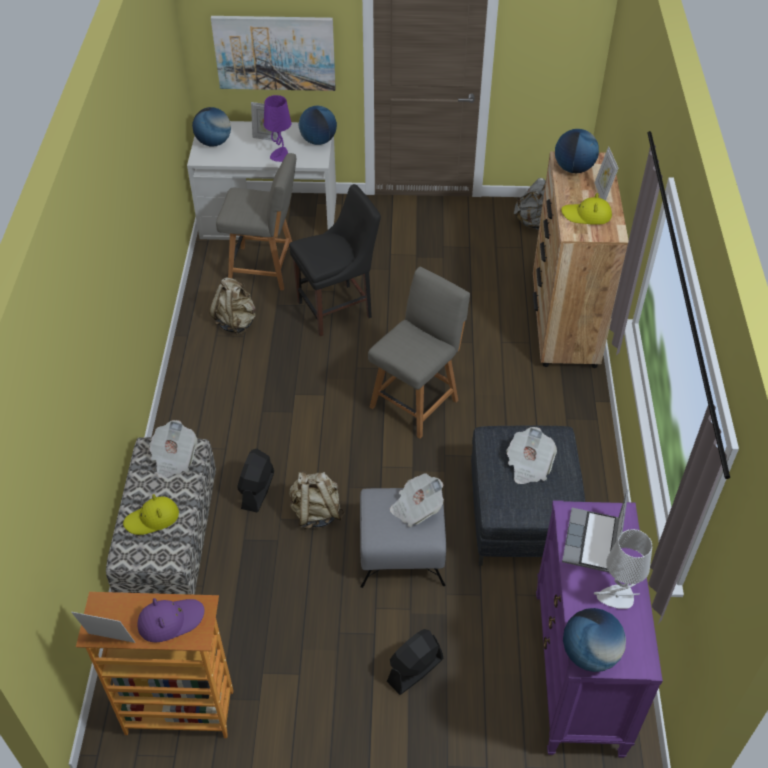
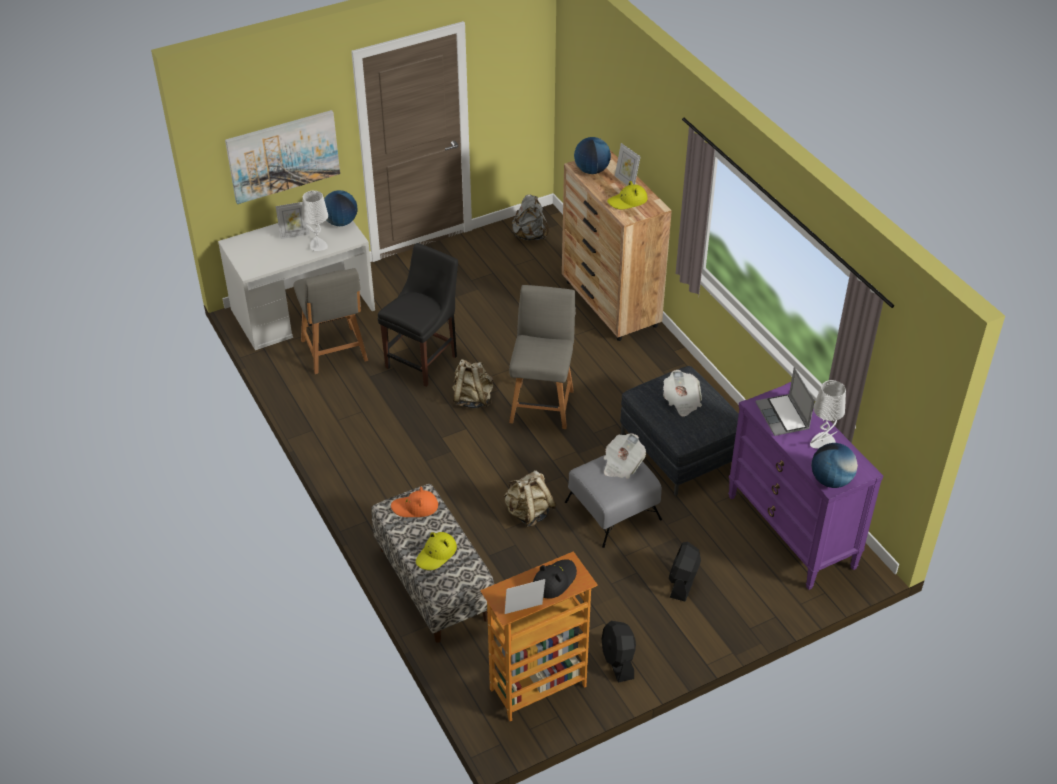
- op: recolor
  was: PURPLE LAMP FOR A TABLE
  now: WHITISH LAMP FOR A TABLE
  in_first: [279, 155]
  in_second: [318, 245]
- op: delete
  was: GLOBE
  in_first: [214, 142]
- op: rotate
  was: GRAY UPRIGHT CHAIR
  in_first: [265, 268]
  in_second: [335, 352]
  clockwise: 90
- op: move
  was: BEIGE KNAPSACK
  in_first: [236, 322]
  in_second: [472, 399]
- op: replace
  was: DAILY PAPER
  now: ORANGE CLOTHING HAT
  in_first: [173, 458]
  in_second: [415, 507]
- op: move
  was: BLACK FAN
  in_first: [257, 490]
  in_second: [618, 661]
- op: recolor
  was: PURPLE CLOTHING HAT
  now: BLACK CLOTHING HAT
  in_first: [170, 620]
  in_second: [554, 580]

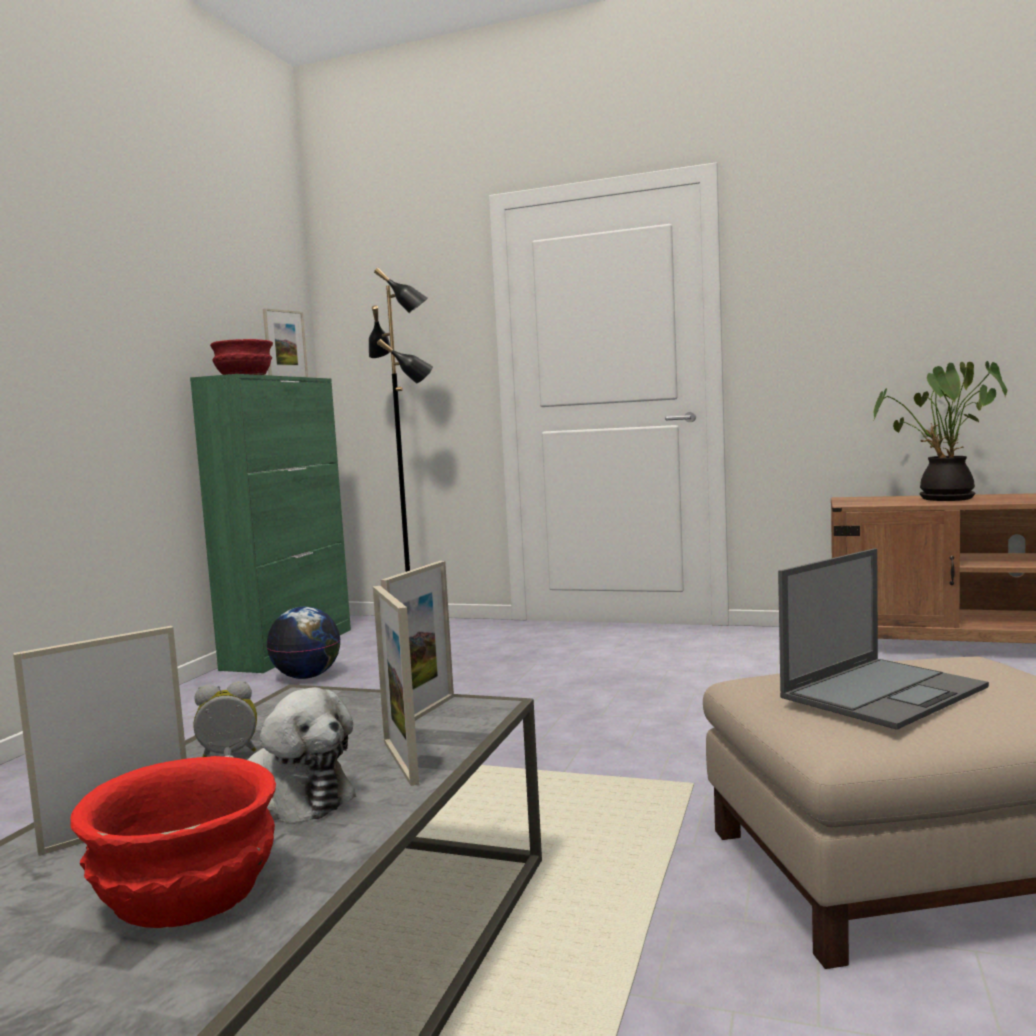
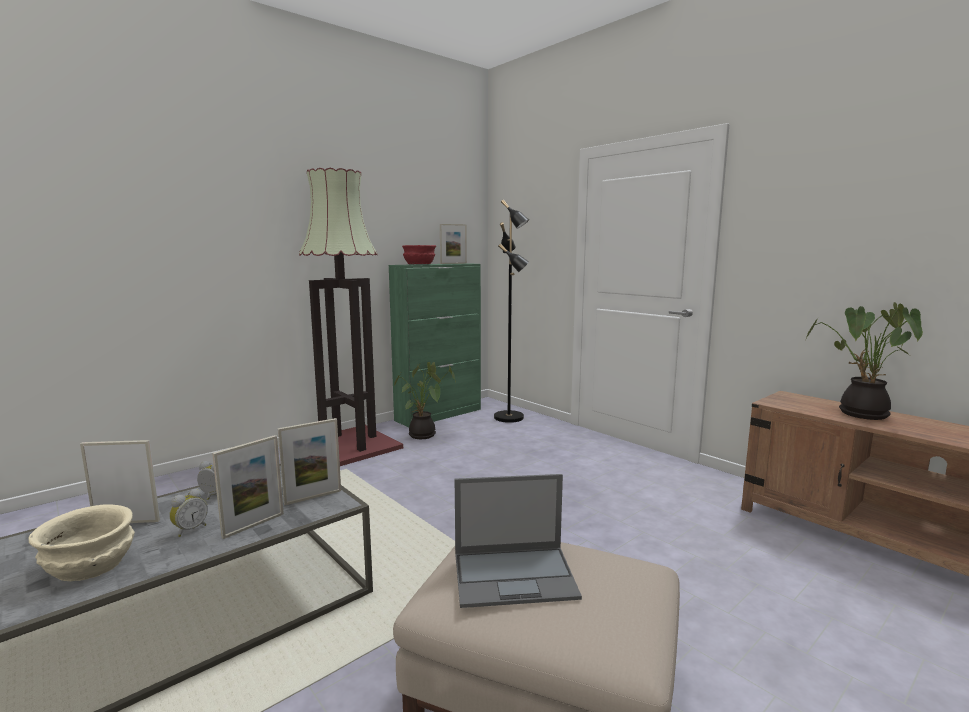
- op: rotate
  was: STANDING FRAME
  in_first: [400, 762]
  in_second: [253, 525]
  clockwise: -150
- op: replace
  was: GLOBE
  now: POTTED PLANT
  in_first: [307, 677]
  in_second: [424, 436]
- op: replace
  was: PLUSH TOY
  now: ALARM CLOCK
  in_first: [289, 798]
  in_second: [190, 529]
- op: recolor
  was: REDDISH BOWL
  now: BEIGE BOWL
  in_first: [187, 892]
  in_second: [91, 564]
- op: insert
  now: STANDARD LAMP
  in_second: [349, 446]

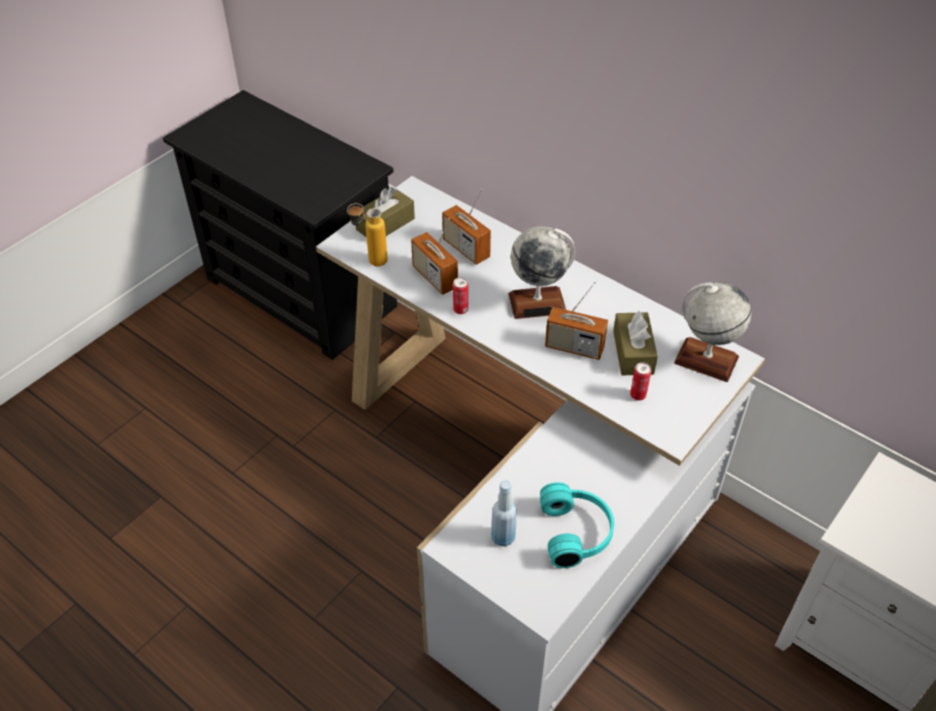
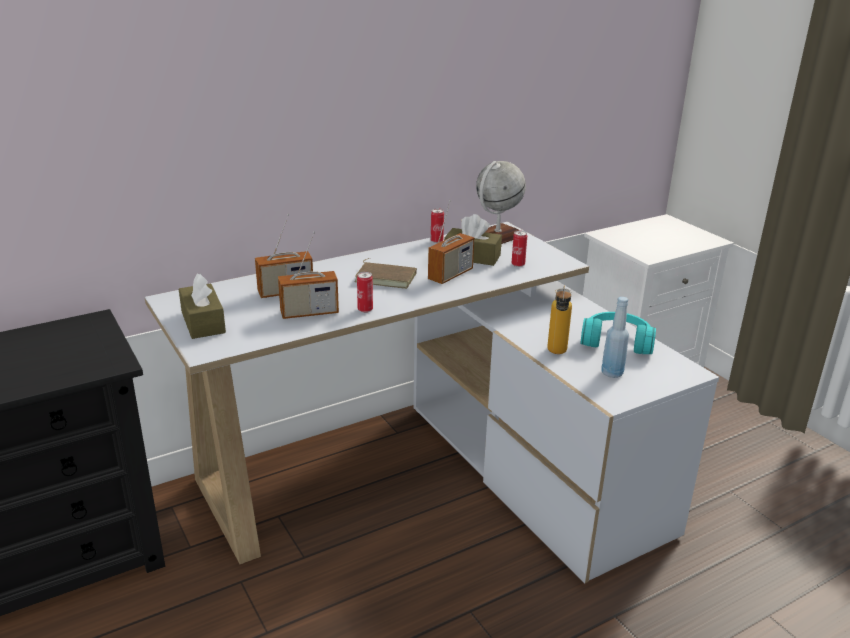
- op: move
  was: BEVERAGE BOTTLE
  in_first: [370, 262]
  in_second: [556, 354]
- op: replace
  was: GLOBE
  now: BROWNISH VOLUME
  in_first: [537, 303]
  in_second: [386, 277]
- op: insert
  now: CAN
  in_second: [436, 241]

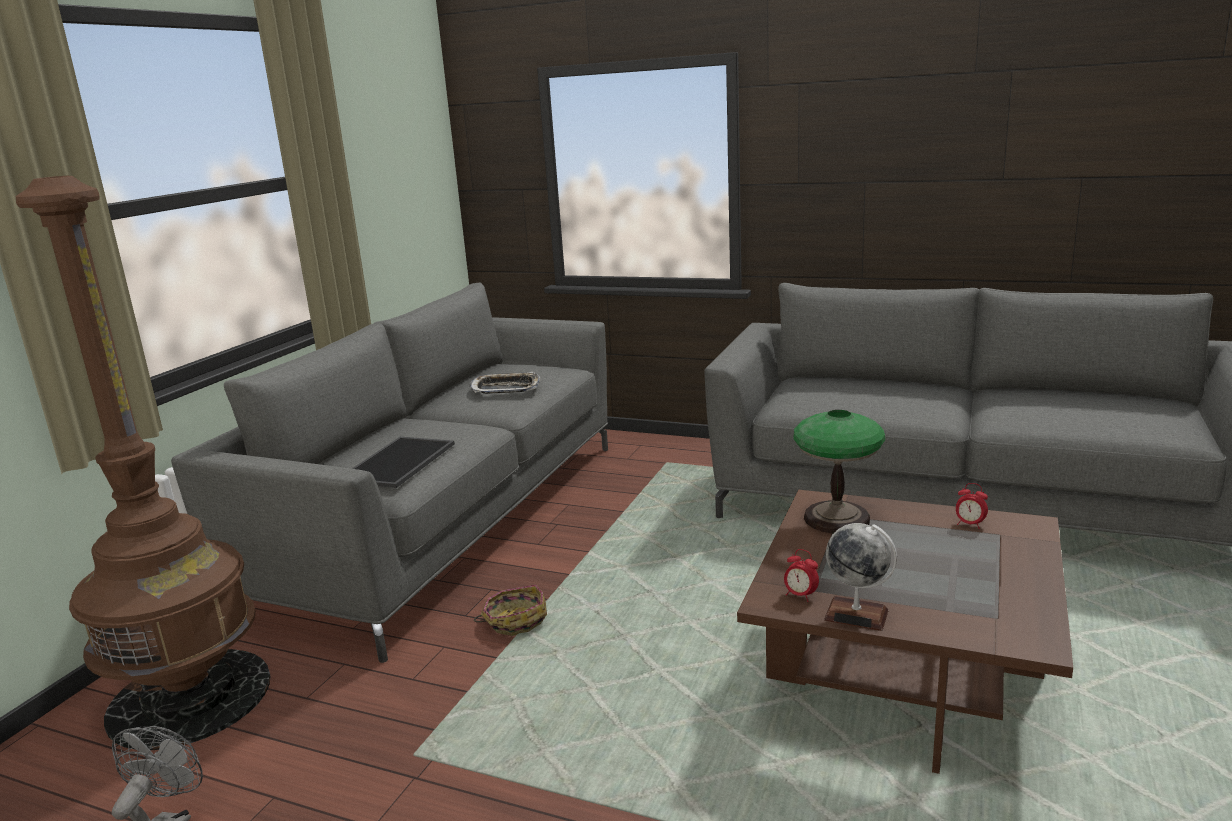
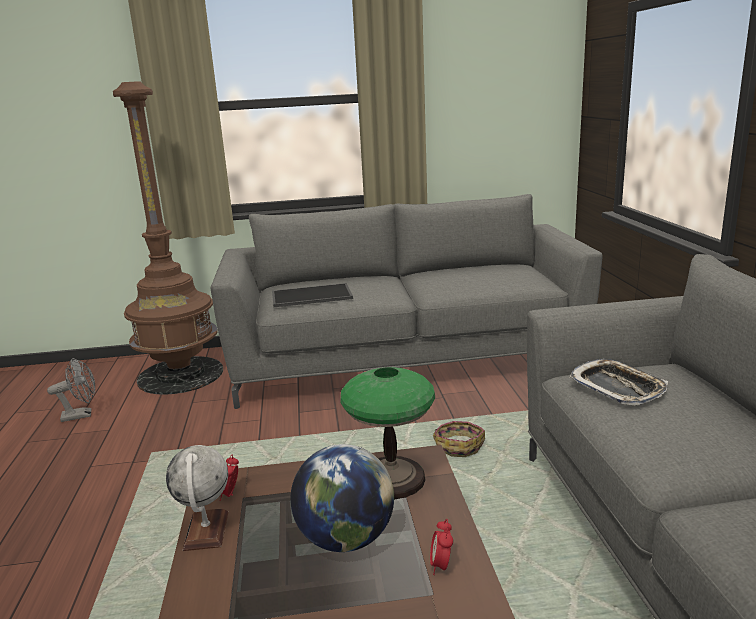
- op: move
  was: SERVING TRAY
  in_first: [505, 388]
  in_second: [617, 387]
- op: move
  was: BASKET
  in_first: [515, 621]
  in_second: [459, 446]
- op: insert
  now: GLOBE
  in_second: [346, 539]

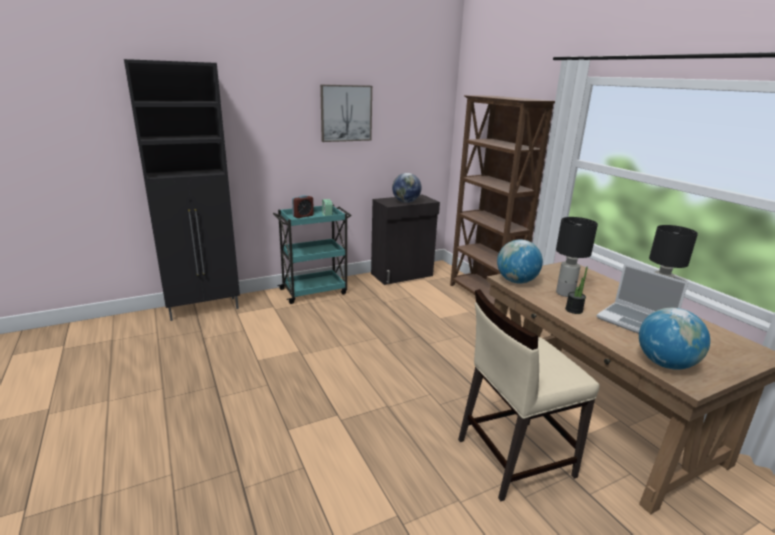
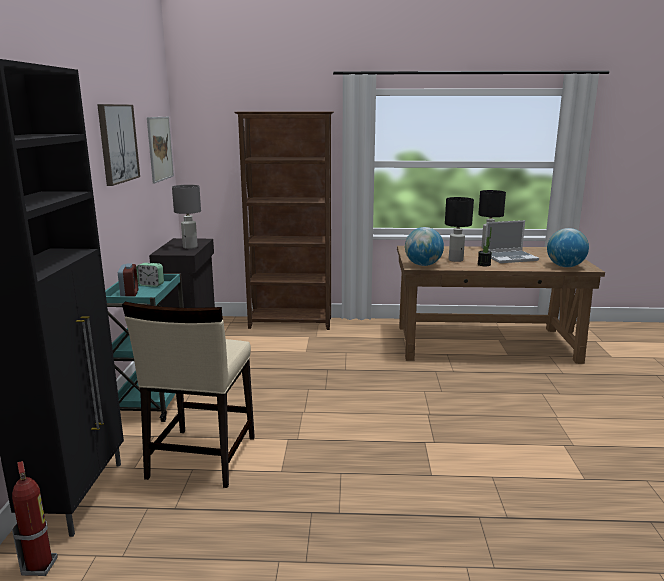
- op: replace
  was: GLOBE
  now: GRAY LAMP FOR A TABLE
  in_first: [406, 202]
  in_second: [190, 247]
- op: move
  was: BEIGE UPRIGHT CHAIR
  in_first: [513, 457]
  in_second: [201, 457]
- op: insert
  now: PICTURE
  in_second: [160, 148]
- op: insert
  now: FIRE EXTINGUISHER
  in_second: [40, 566]

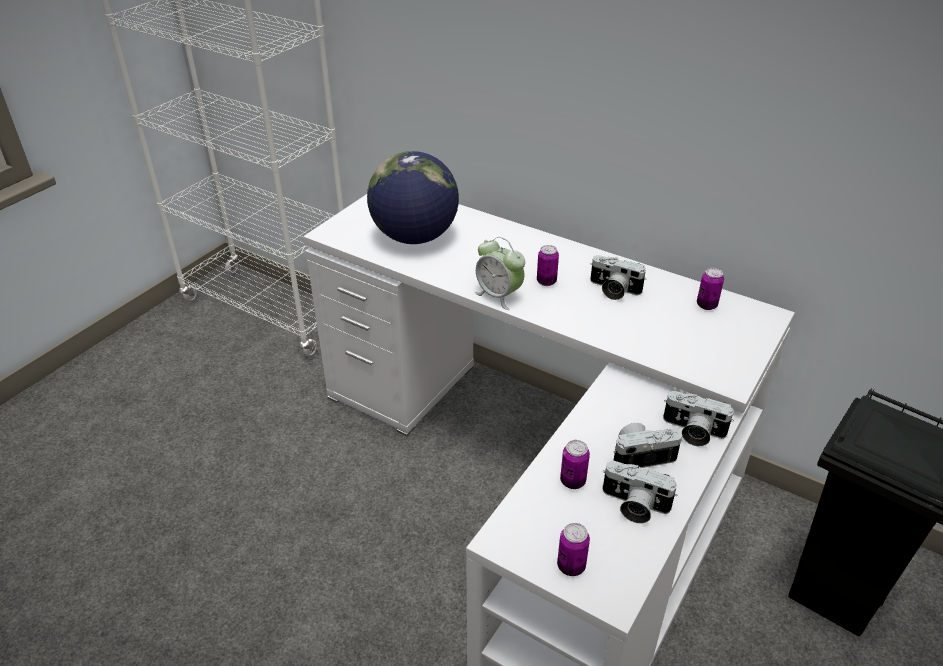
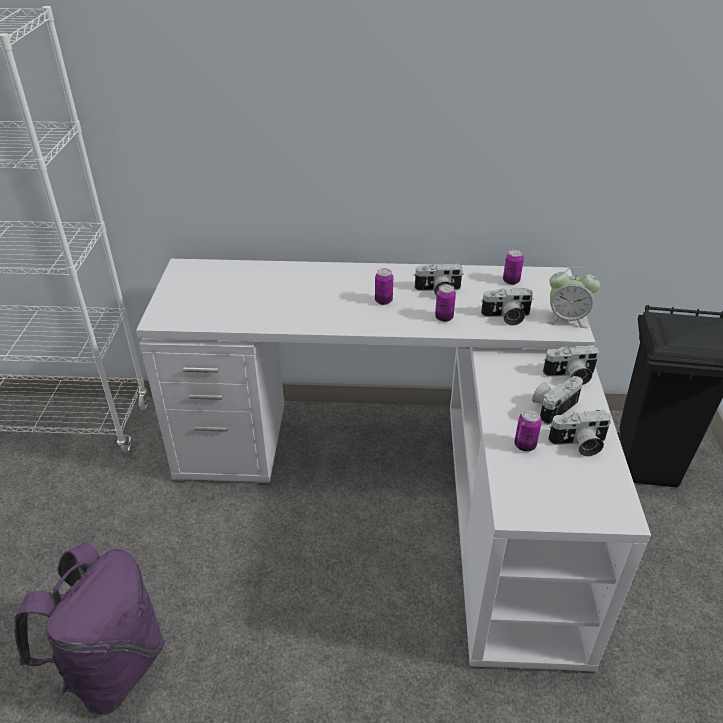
- op: delete
  was: GLOBE
  in_first: [415, 237]
- op: move
  was: ALARM CLOCK
  in_first: [499, 295]
  in_second: [566, 319]
- op: move
  was: CAN
  in_first: [571, 566]
  in_second: [444, 317]
- op: insert
  now: PHOTO CAMERA
  in_second: [506, 317]
- op: insert
  now: PURPLE KNAPSACK
  in_second: [111, 668]

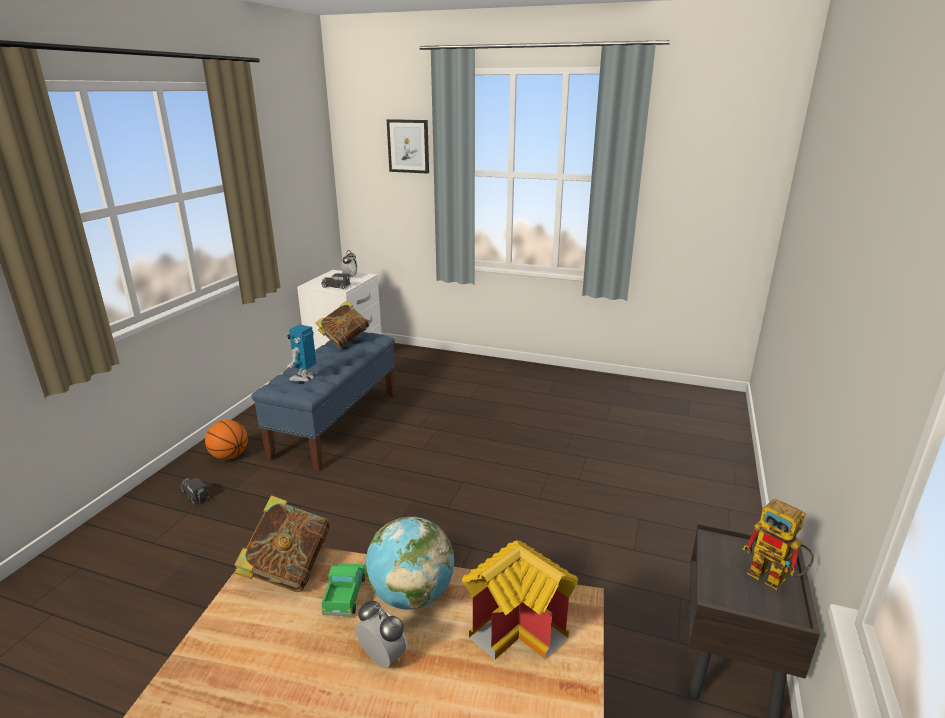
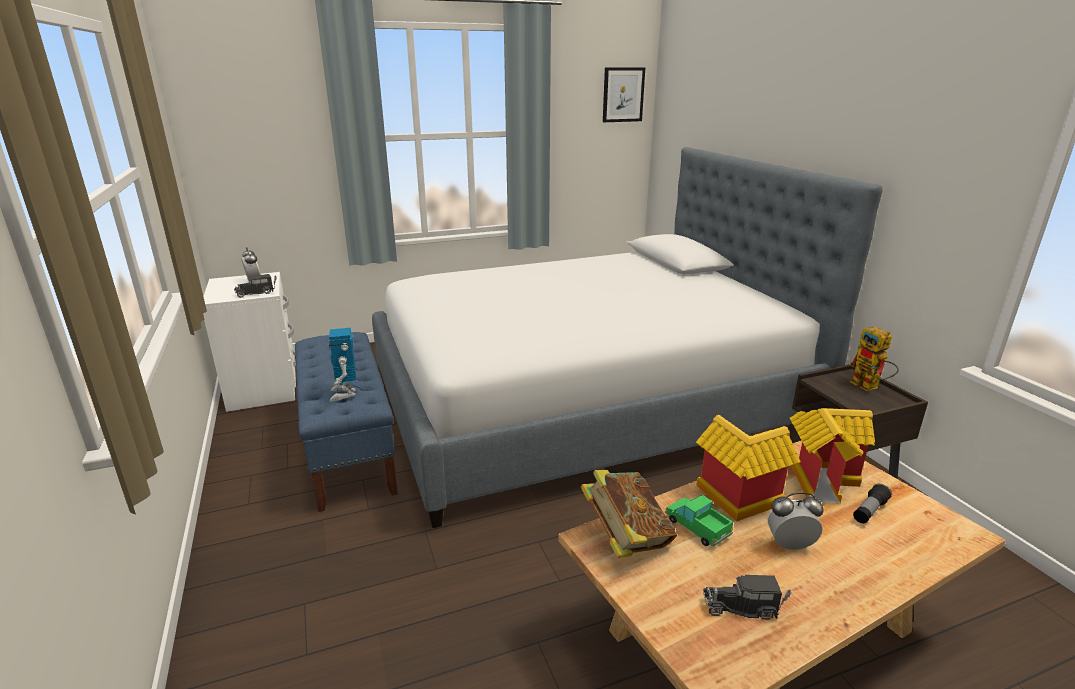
- op: move
  was: PICTURE
  in_first: [408, 146]
  in_second: [623, 95]
- op: delete
  was: VOLUME
  in_first: [345, 341]
- op: delete
  was: BASKETBALL
  in_first: [229, 456]
- op: move
  was: TOY LORRY
  in_first: [196, 495]
  in_second: [743, 607]
- op: rotate
  was: MODEL ROBOT
  in_first: [775, 579]
  in_second: [870, 387]
  clockwise: 60
- op: replace
  was: GLOBE
  now: TOY HOUSE
  in_first: [411, 595]
  in_second: [736, 500]
- op: insert
  now: SLEEPING BED
  in_second: [585, 402]
- op: insert
  now: FLASHLIGHT
  in_second: [869, 511]

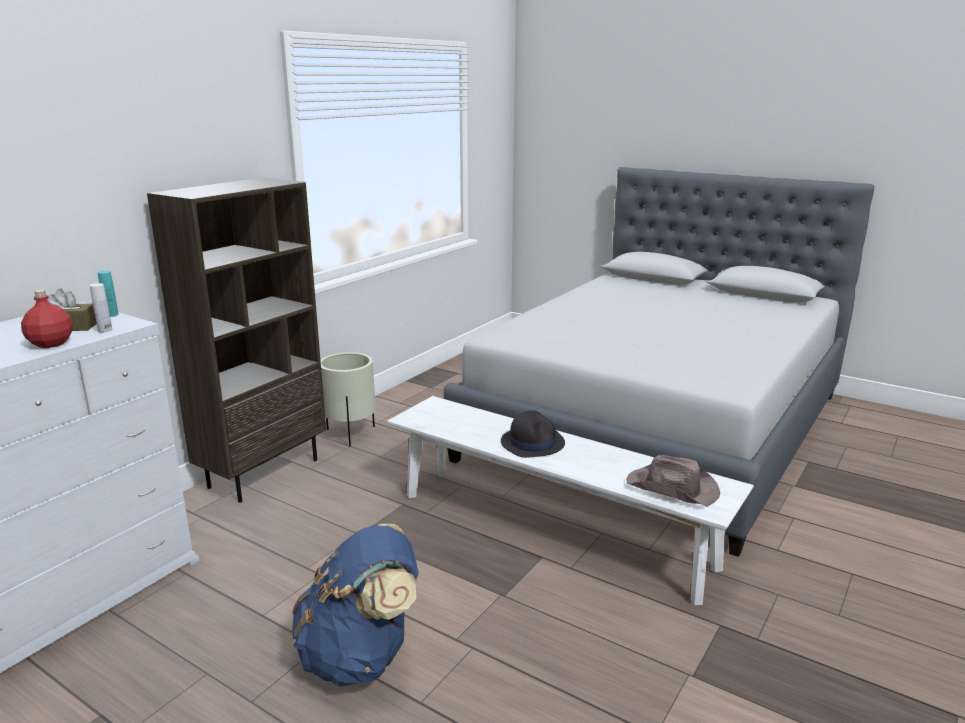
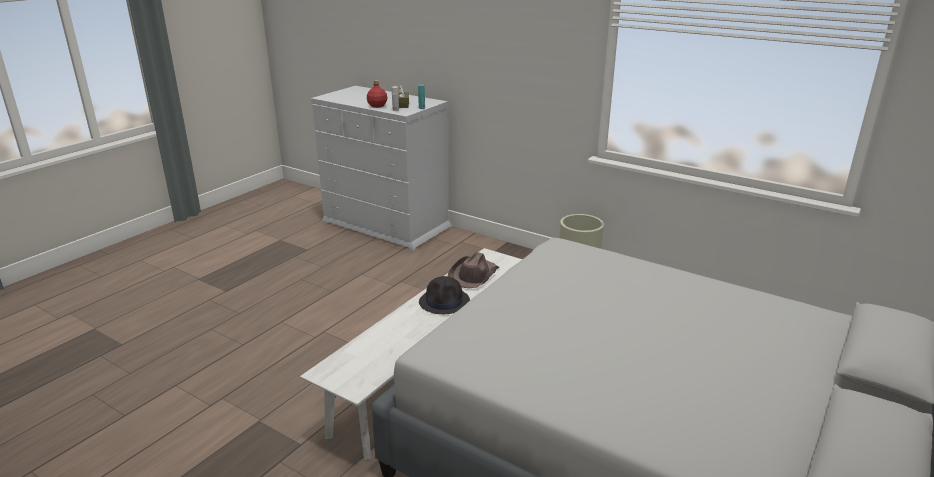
- op: delete
  was: BROWNISH SHELVING UNIT
  in_first: [263, 472]
- op: move
  was: BROWNISH CLOTHING HAT
  in_first: [673, 489]
  in_second: [473, 275]
- op: delete
  was: BLUE KNAPSACK
  in_first: [361, 656]

